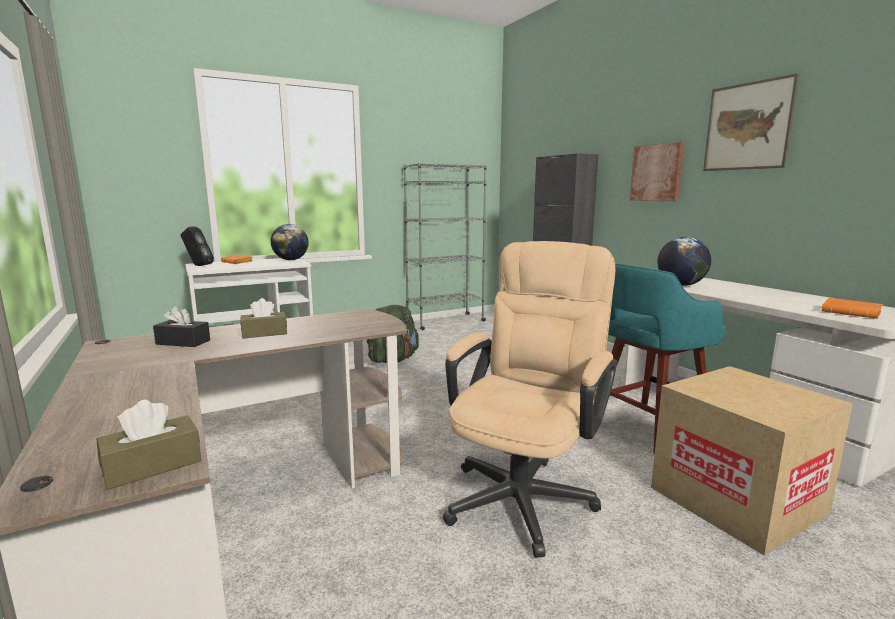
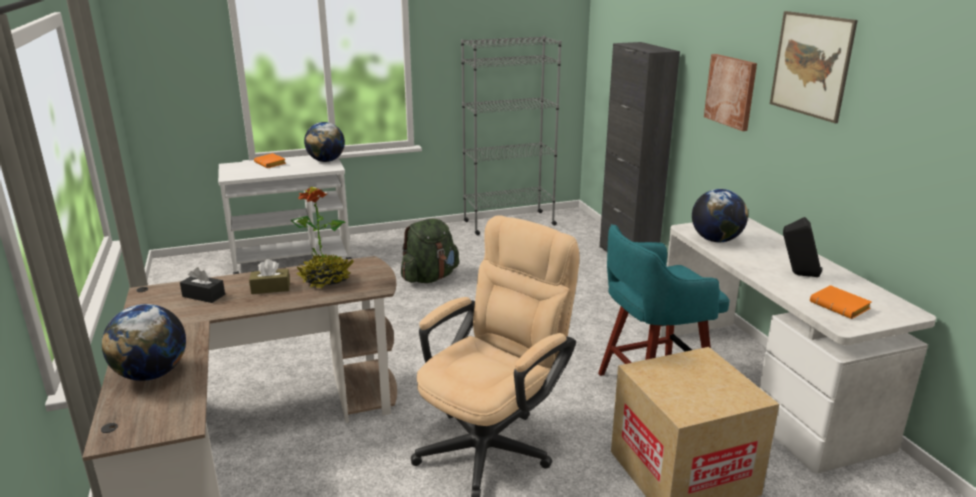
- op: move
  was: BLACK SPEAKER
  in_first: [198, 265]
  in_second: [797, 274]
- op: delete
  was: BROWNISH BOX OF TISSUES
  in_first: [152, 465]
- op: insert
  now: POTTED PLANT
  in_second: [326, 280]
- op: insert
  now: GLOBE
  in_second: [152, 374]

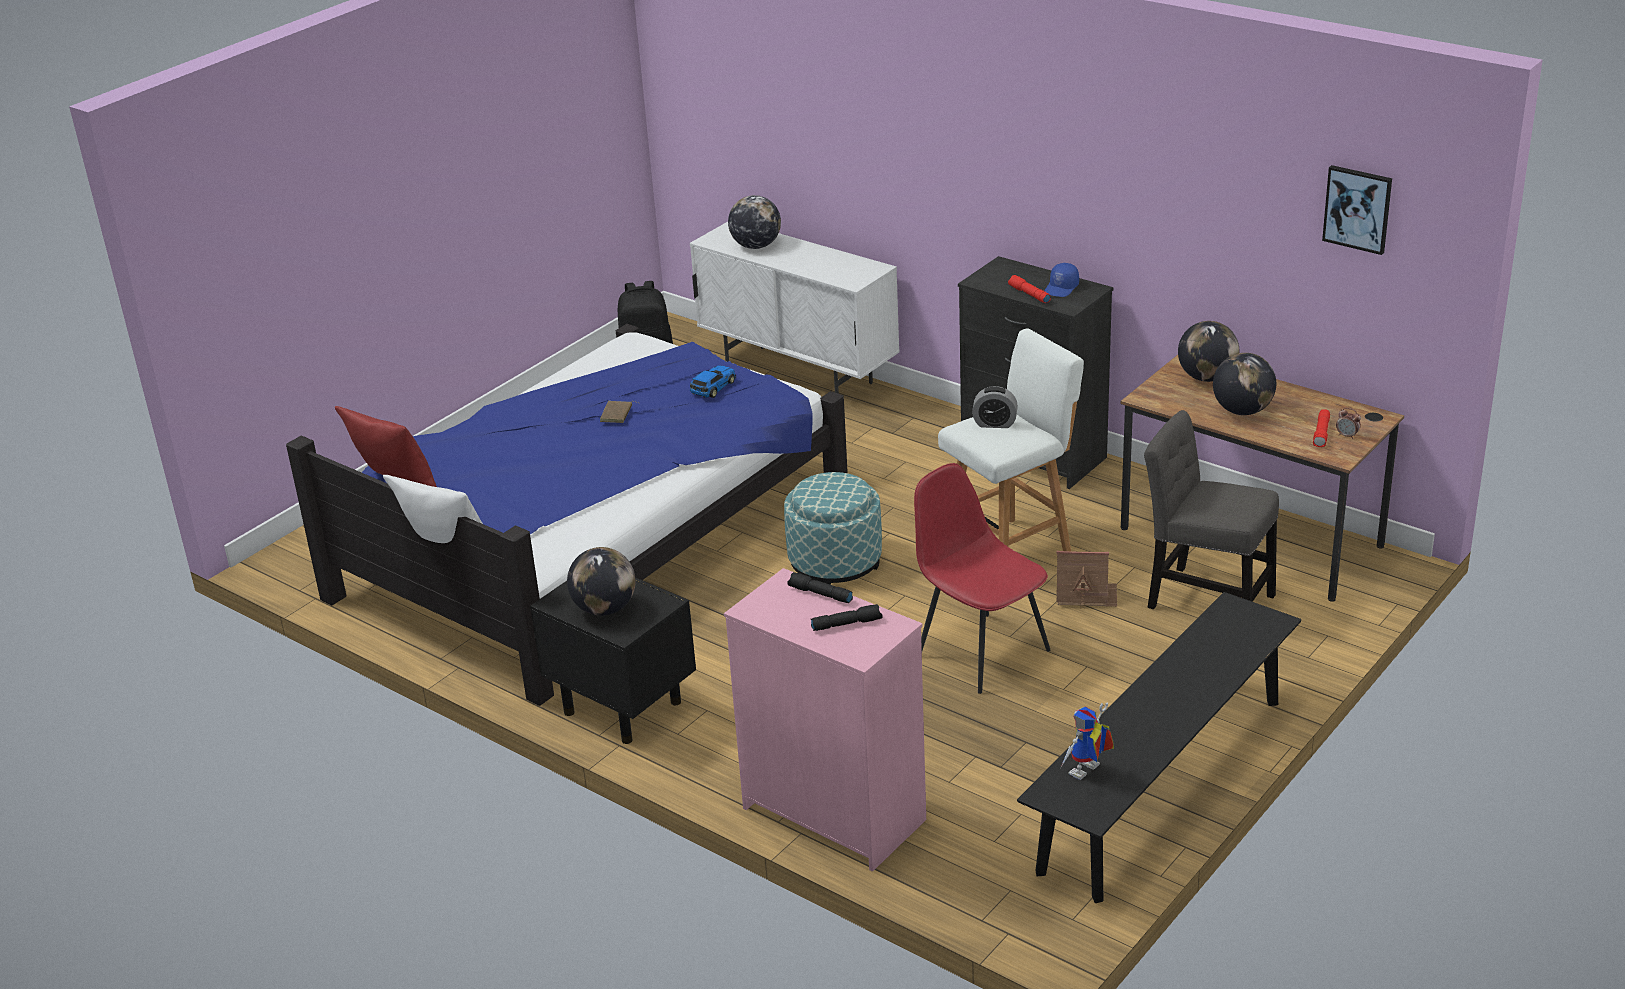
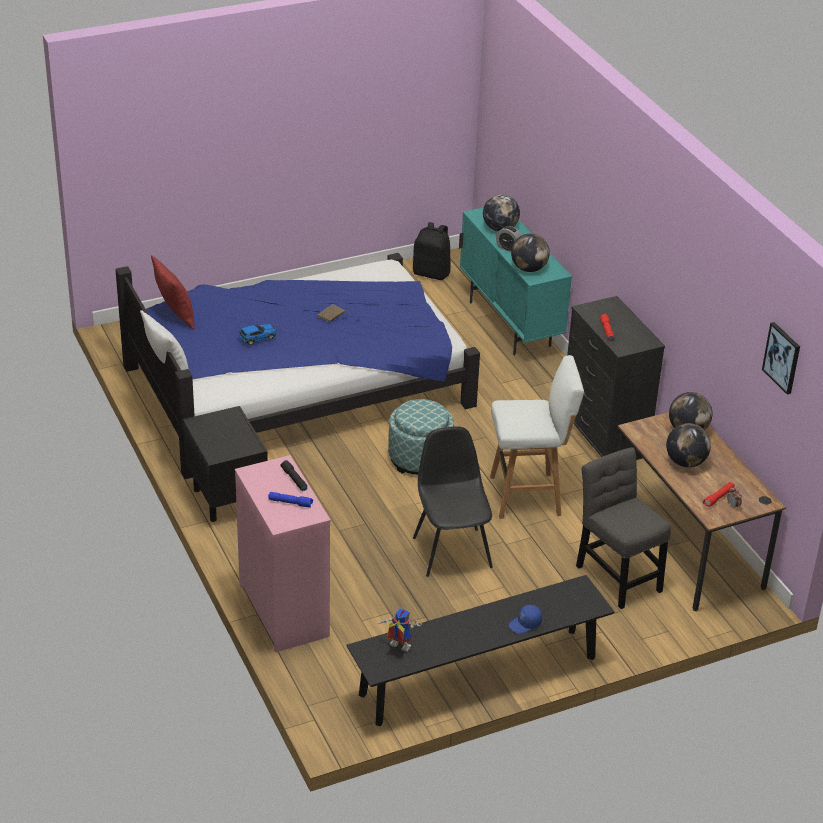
- op: recolor
  was: WHITISH CABINET
  now: TURQUOISE CABINET
  in_first: [799, 377]
  in_second: [510, 324]
- op: move
  was: BLUE BASEBALL CAP
  in_first: [1062, 288]
  in_second: [525, 624]
- op: move
  was: MODEL CAR
  in_first: [712, 387]
  in_second: [256, 337]
- op: move
  was: ALARM CLOCK
  in_first: [995, 424]
  in_second: [508, 248]
- op: recolor
  was: REDDISH UPRIGHT CHAIR
  now: BLACK UPRIGHT CHAIR
  in_first: [981, 651]
  in_second: [452, 551]
- op: move
  was: GLOBE
  in_first: [605, 609]
  in_second: [529, 269]
- op: delete
  was: TOY HOUSE
  in_first: [1085, 594]
- op: recolor
  was: BLACK FLASHLIGHT
  now: BLUE FLASHLIGHT
  in_first: [847, 623]
  in_second: [291, 502]
- op: rotate
  was: MODEL ROBOT
  in_first: [1086, 773]
  in_second: [397, 647]
  clockwise: 45

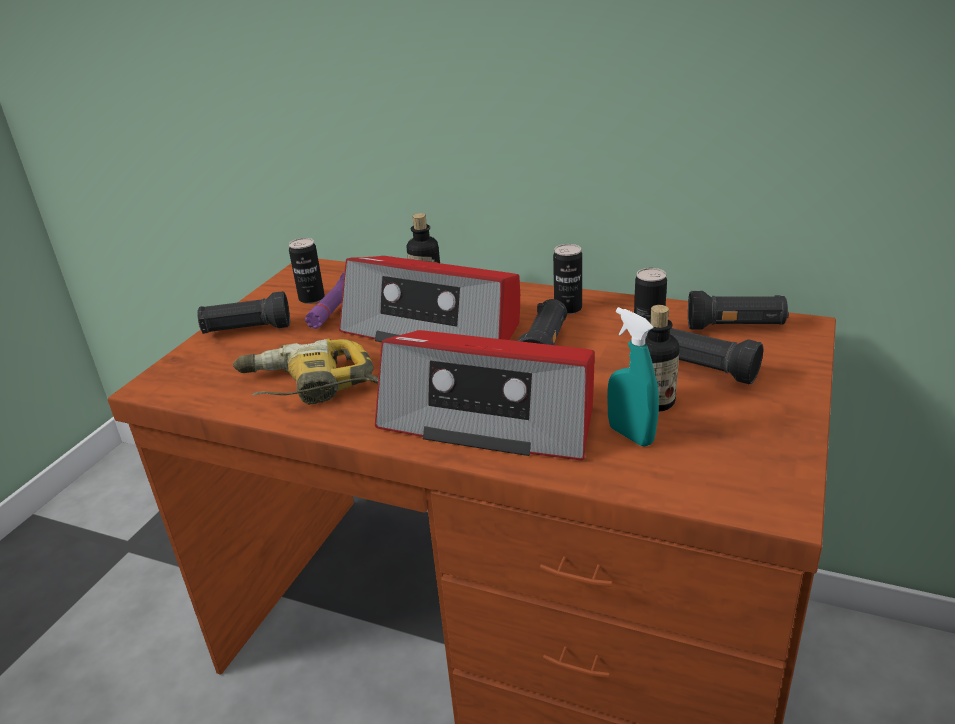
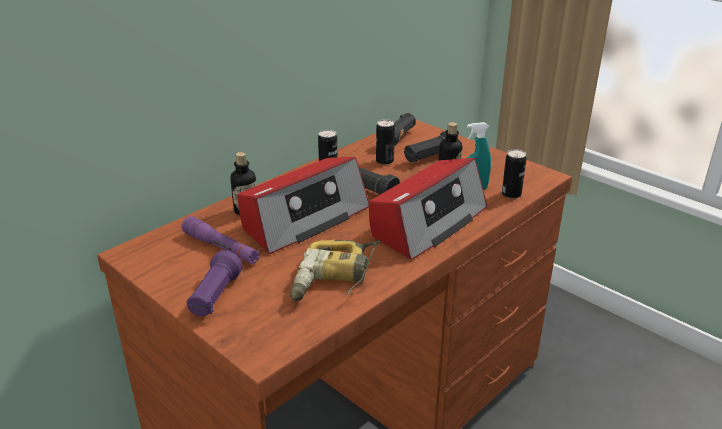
- op: move
  was: CAN
  in_first: [311, 298]
  in_second: [511, 194]
- op: recolor
  was: BLACK FLASHLIGHT
  now: PURPLE FLASHLIGHT
  in_first: [247, 330]
  in_second: [215, 297]

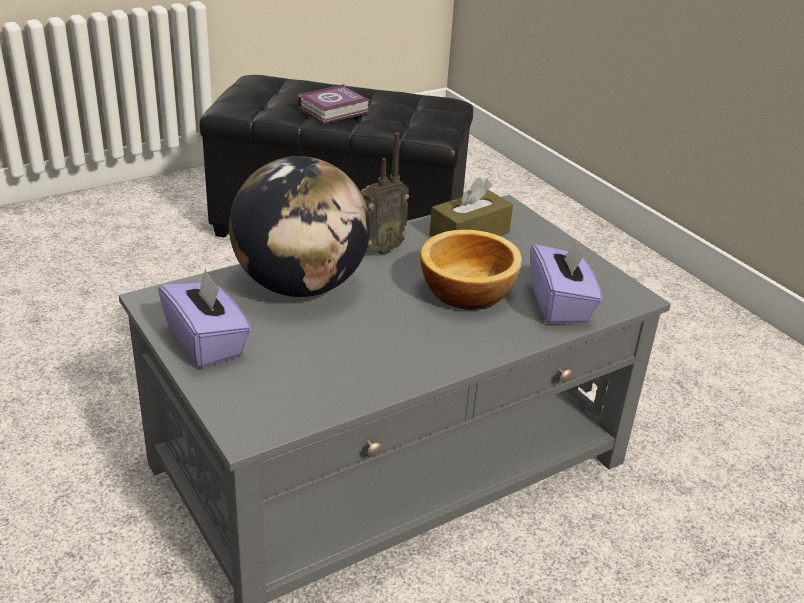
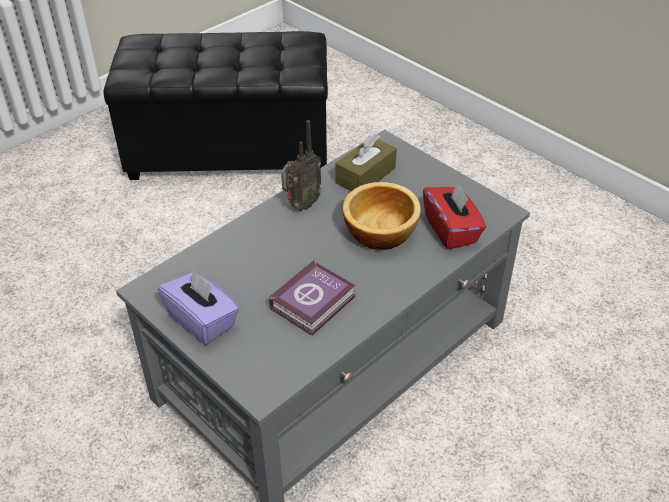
- op: move
  was: VOLUME
  in_first: [336, 110]
  in_second: [315, 302]
- op: delete
  was: GLOBE
  in_first: [301, 286]
- op: recolor
  was: PURPLE BOX OF TISSUES
  now: REDDISH BOX OF TISSUES
  in_first: [560, 305]
  in_second: [451, 230]

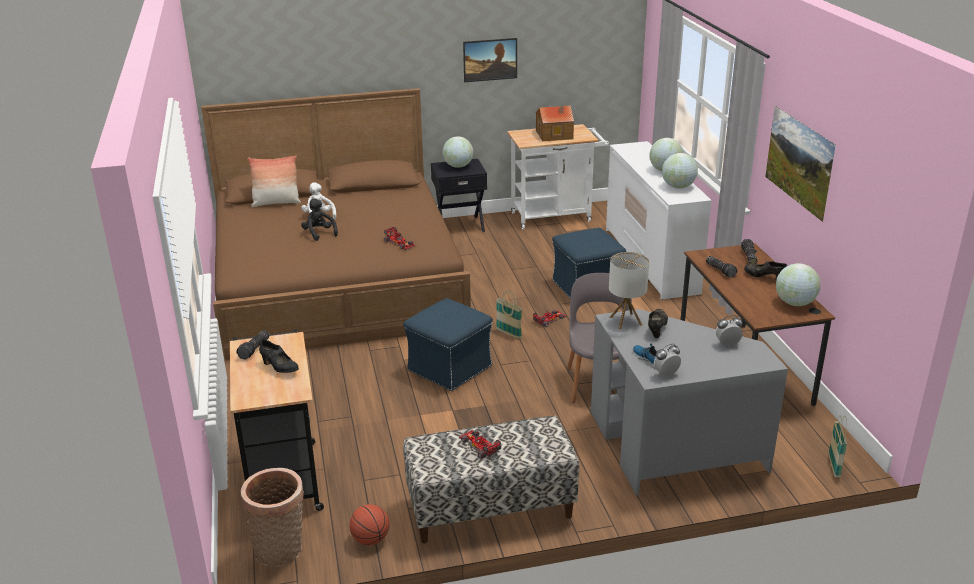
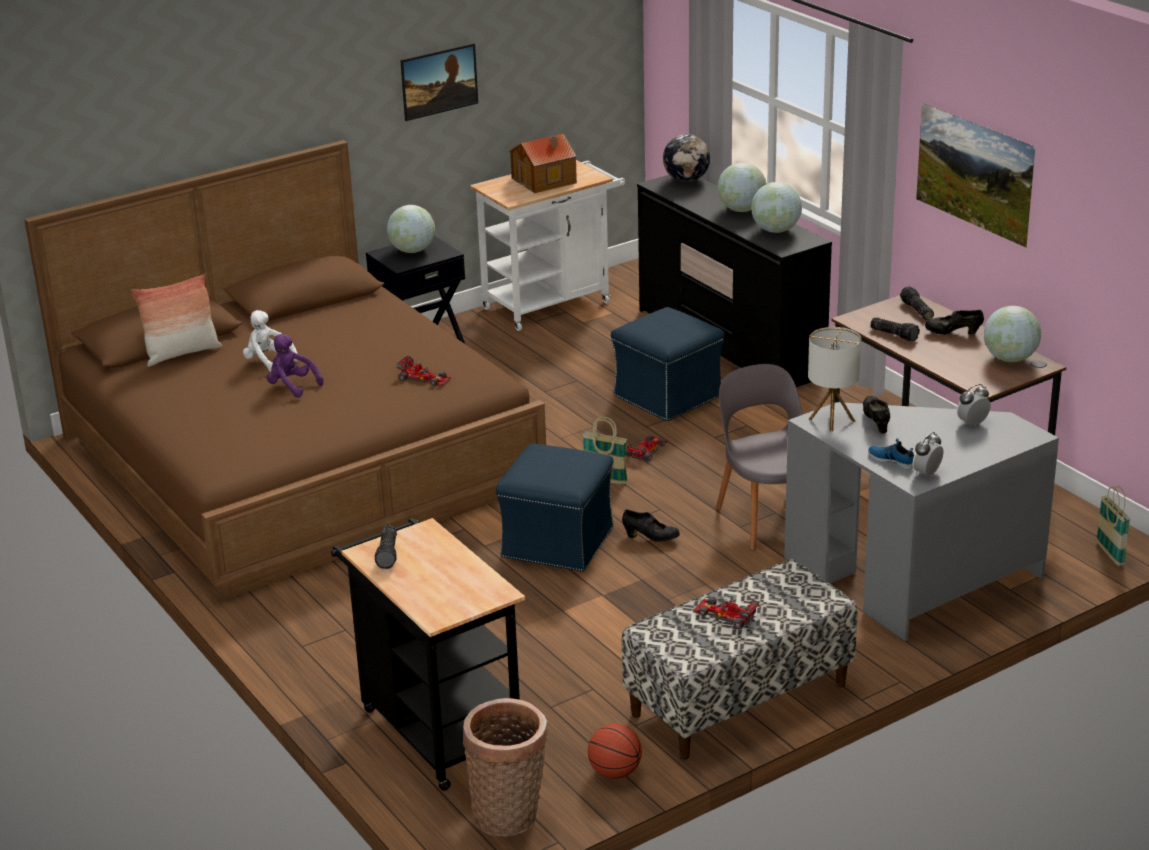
- op: recolor
  was: WHITISH DRESSER
  now: BLACK DRESSER
  in_first: [650, 261]
  in_second: [729, 343]
- op: recolor
  was: BLACK PLUSH TOY
  now: PURPLE PLUSH TOY
  in_first: [319, 233]
  in_second: [292, 386]
- op: move
  was: BLACK SHOE
  in_first: [279, 368]
  in_second: [650, 538]
- op: insert
  now: GLOBE
  in_second: [686, 180]

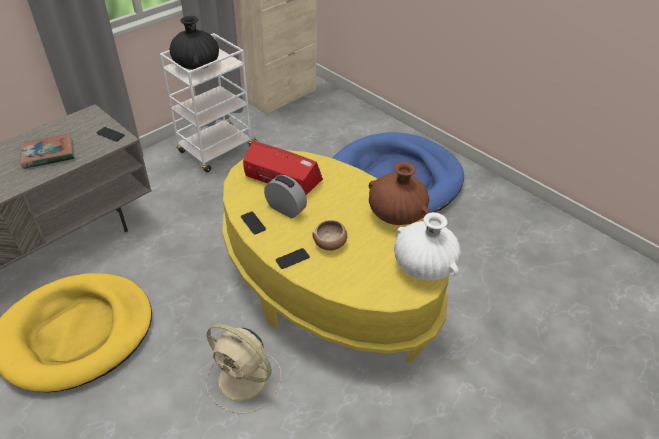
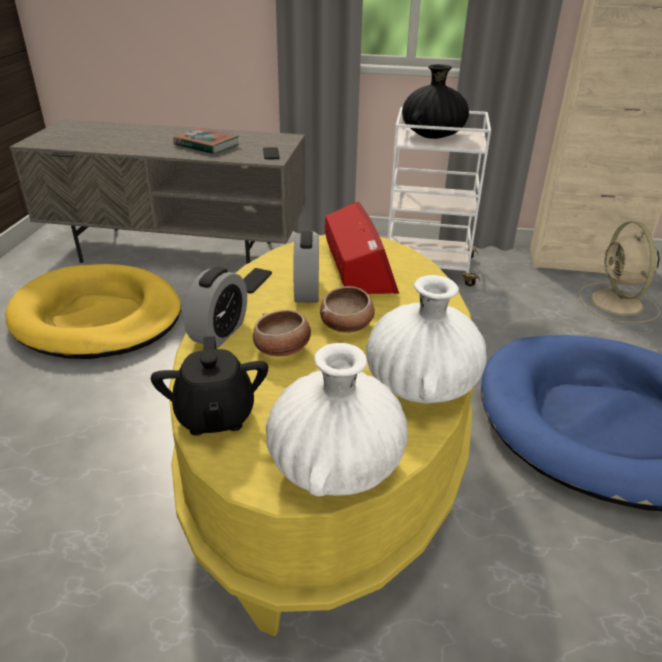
- op: recolor
  was: BROWNISH VASE
  now: WHITISH VASE
  in_first: [396, 214]
  in_second: [421, 384]
- op: replace
  was: PHONE
  now: ALARM CLOCK
  in_first: [292, 259]
  in_second: [219, 332]
- op: move
  was: BEIGE FAN
  in_first: [244, 380]
  in_second: [617, 304]
- op: insert
  now: BOWL
  in_second: [347, 325]
- op: insert
  now: BLACK TEAPOT
  in_second: [215, 416]

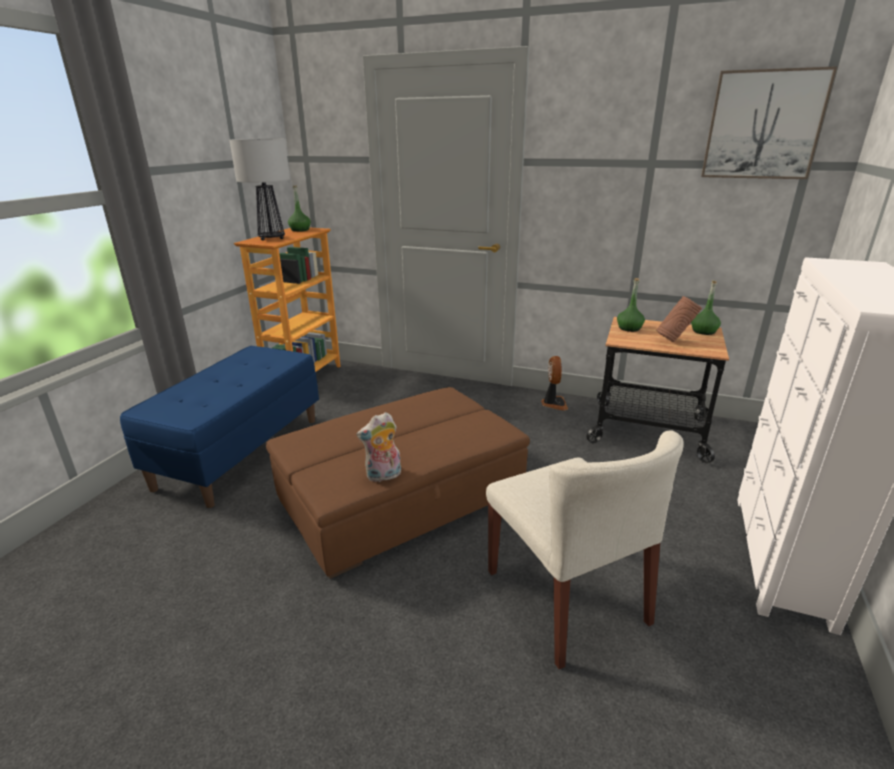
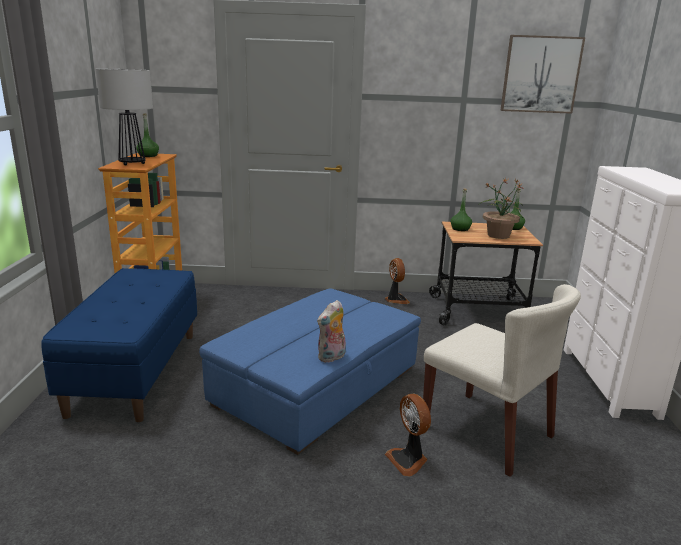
- op: replace
  was: BROWNISH VASE
  now: POTTED PLANT
  in_first: [674, 340]
  in_second: [498, 235]
- op: recolor
  was: BROWNISH FOOTREST
  now: BLUE FOOTREST
  in_first: [402, 498]
  in_second: [317, 386]
- op: insert
  now: FAN
  in_second: [408, 460]

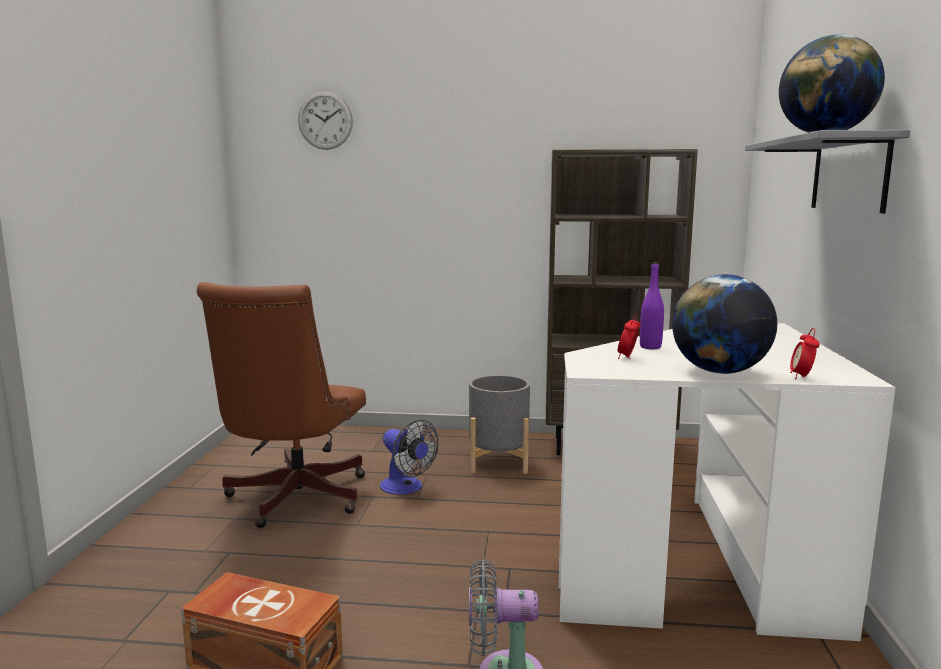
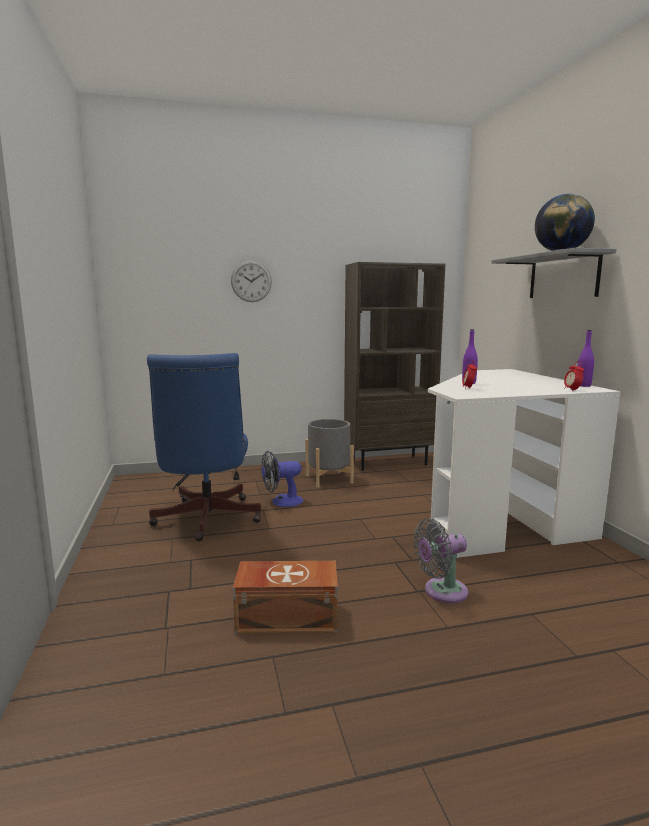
- op: move
  was: CLOCK ON THE WALL
  in_first: [325, 120]
  in_second: [251, 281]
- op: delete
  was: GLOBE
  in_first: [719, 372]
- op: recolor
  was: BROWNISH COMPUTER CHAIR
  now: BLUE COMPUTER CHAIR
  in_first: [292, 500]
  in_second: [205, 520]
- op: rotate
  was: FAN
  in_first: [406, 488]
  in_second: [281, 502]
  clockwise: 135
- op: insert
  now: PURPLE BEVERAGE BOTTLE
  in_second: [583, 385]

